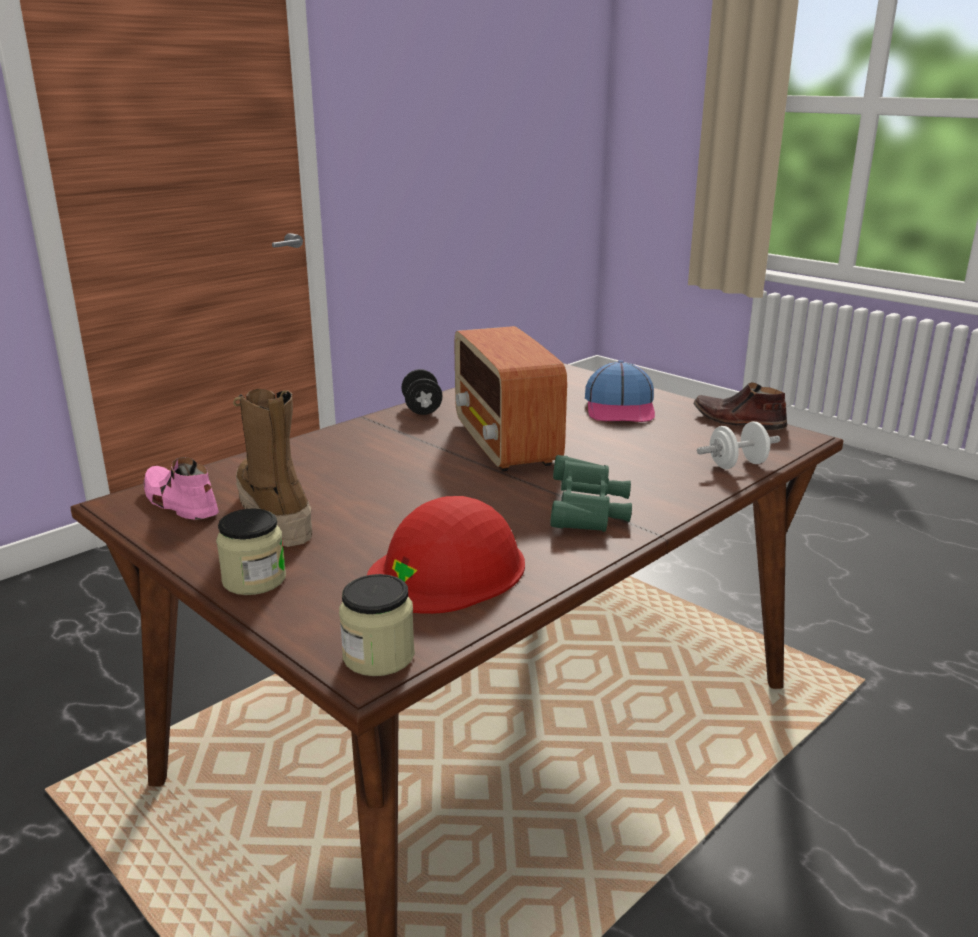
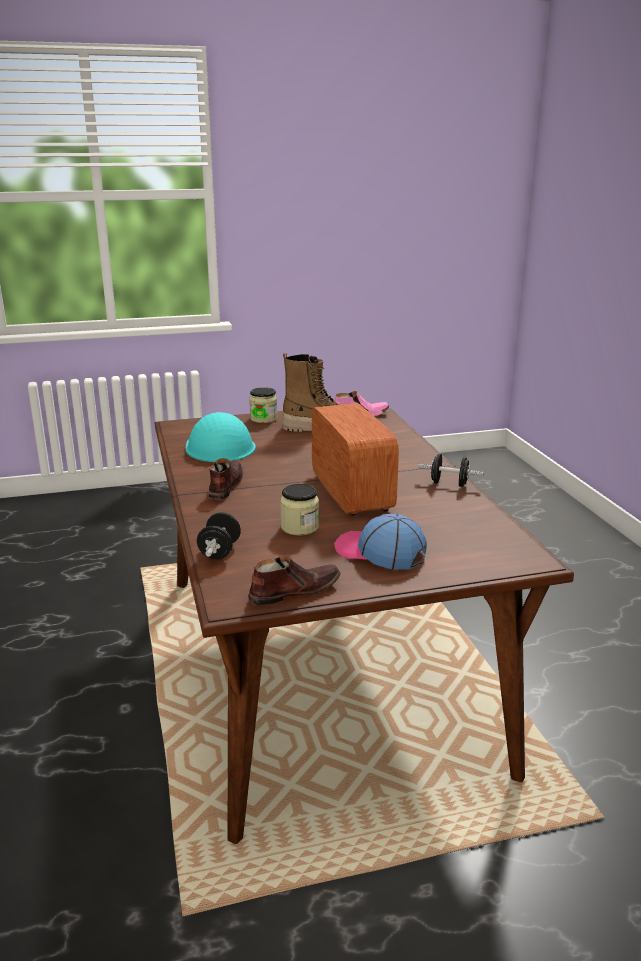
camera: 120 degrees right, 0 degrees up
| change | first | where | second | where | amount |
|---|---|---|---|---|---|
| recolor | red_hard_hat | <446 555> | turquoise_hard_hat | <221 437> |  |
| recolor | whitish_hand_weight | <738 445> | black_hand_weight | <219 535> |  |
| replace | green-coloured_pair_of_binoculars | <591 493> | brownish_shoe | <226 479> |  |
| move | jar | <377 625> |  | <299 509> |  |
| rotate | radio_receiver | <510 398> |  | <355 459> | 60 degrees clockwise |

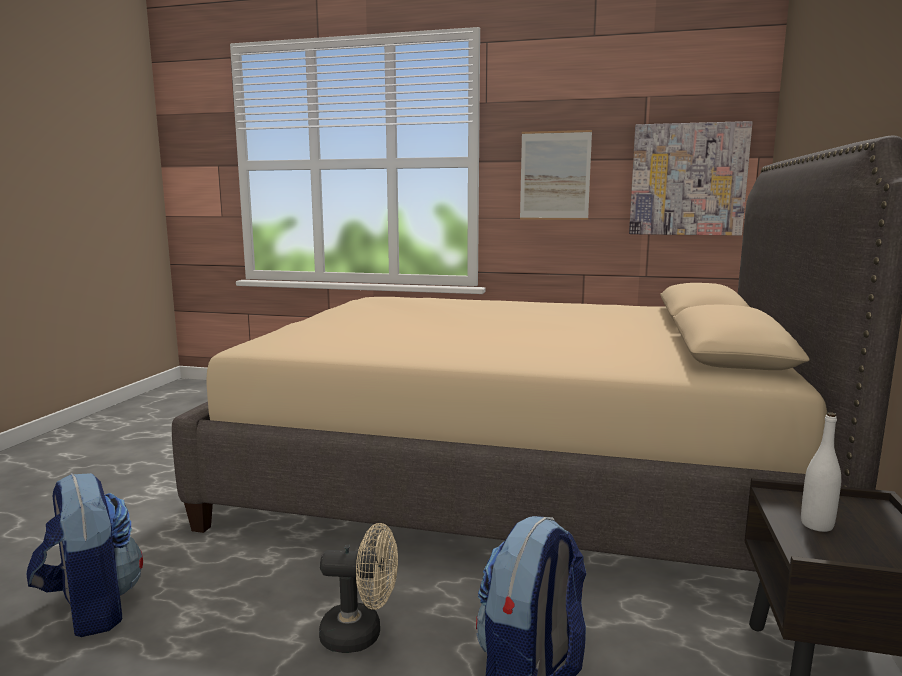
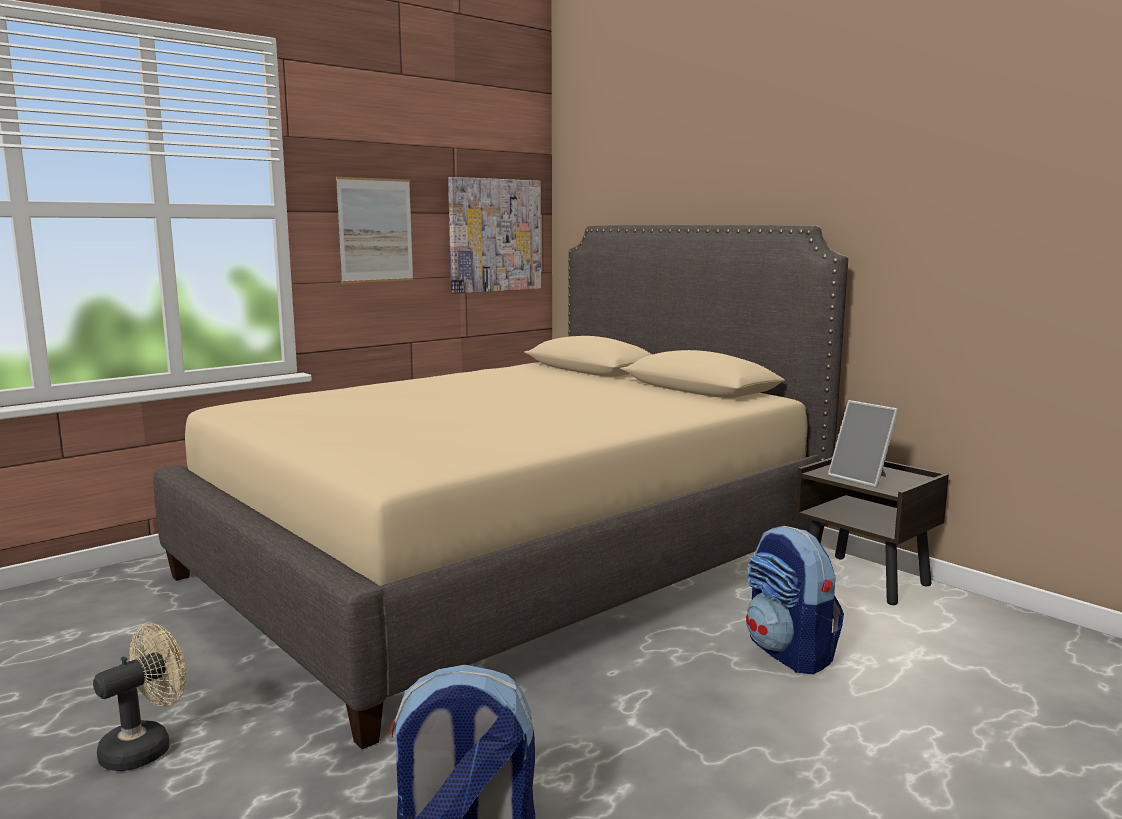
camera: 55 degrees left, 0 degrees up
| change | first | where | second | where | amount |
|---|---|---|---|---|---|
| move | sand-coloured_electric_fan | <358 588> |  | <139 697> |  |
| replace | whitish_drink_bottle | <821 472> | picture_frame | <863 444> |  |

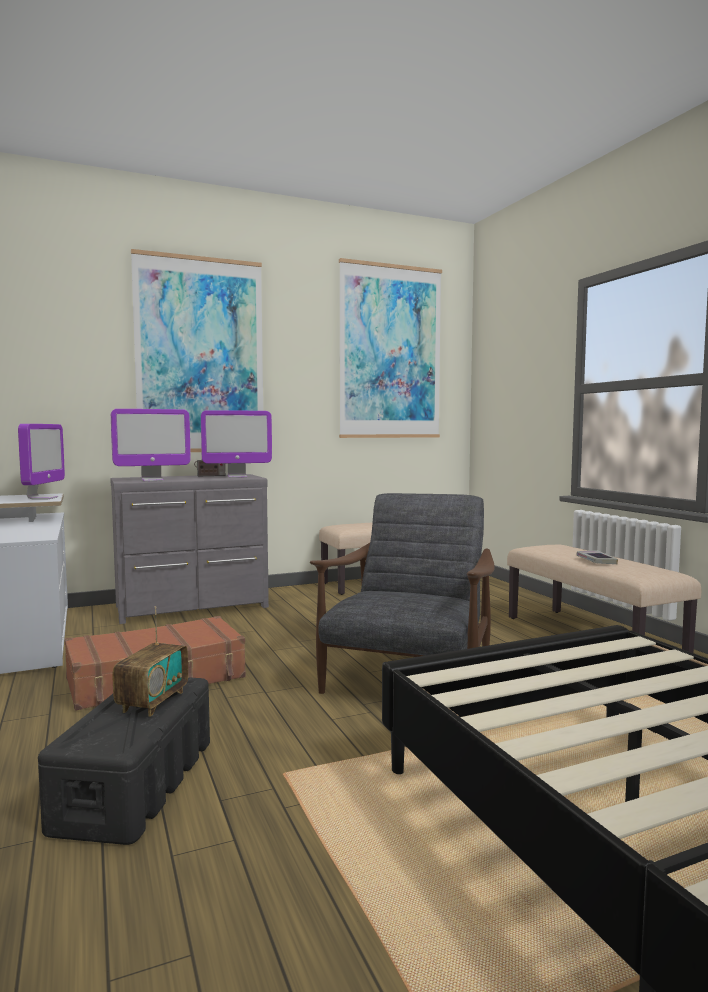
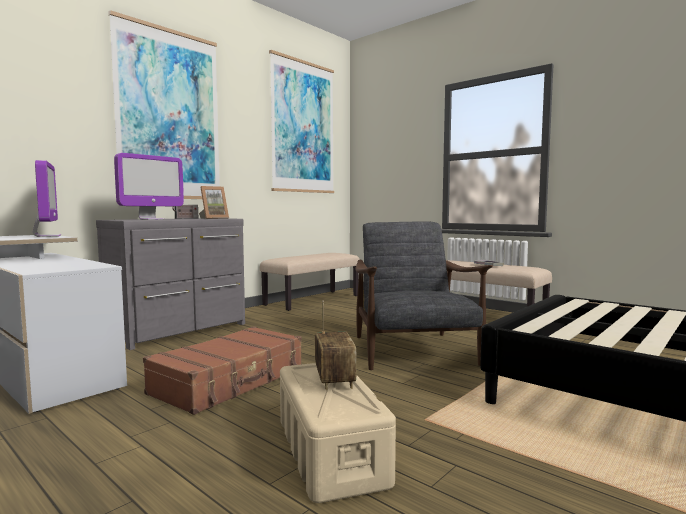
camera: 25 degrees left, 0 degrees up
| change | first | where | second | where | amount |
|---|---|---|---|---|---|
| replace | computer_screen | <236 444> | picture_frame | <214 202> |  |
| recolor | black_storage_box | <124 761> | sand-coloured_storage_box | <338 433> |  |

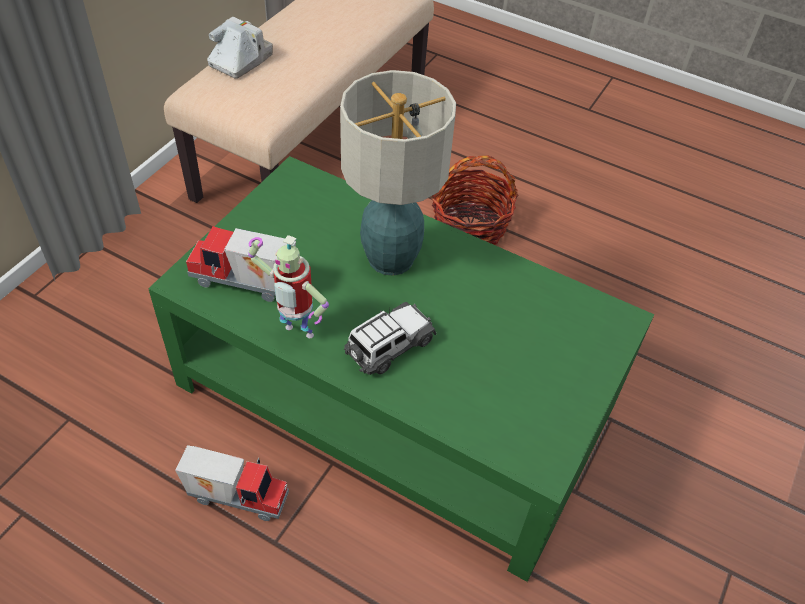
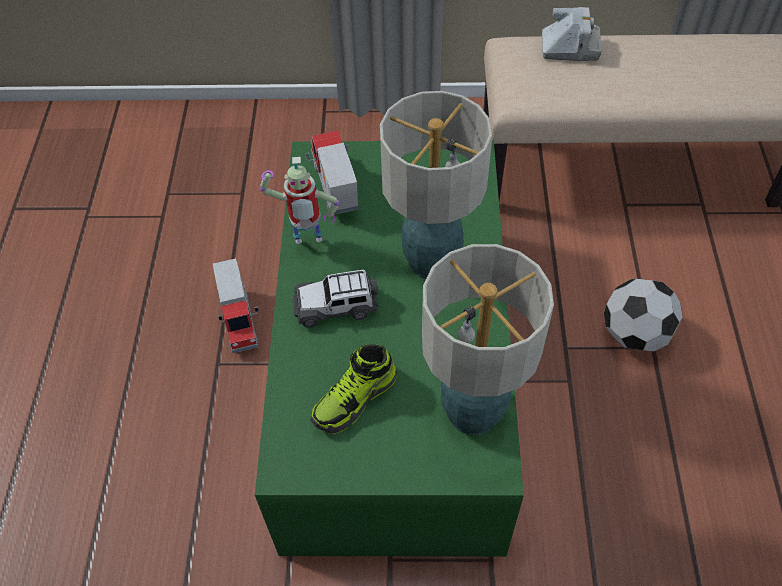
camera: 65 degrees right, 5 degrees up
| change | first | where | second | where | amount |
|---|---|---|---|---|---|
| rotate | toy_robot | <288 286> |  | <300 200> | 90 degrees counterclockwise |
| rotate | model_car | <390 338> |  | <335 298> | 150 degrees clockwise |
| insert |  |  | shoe | <353 389> |  |
| insert |  |  | table_lamp | <488 339> |  |
| replace | storage_basket | <474 200> | ball_for_football | <643 315> |  |

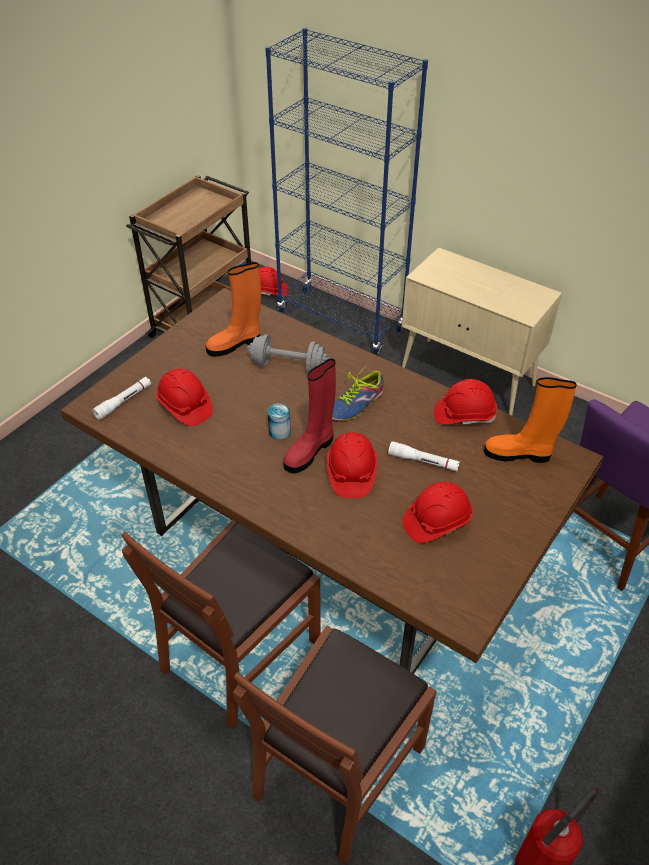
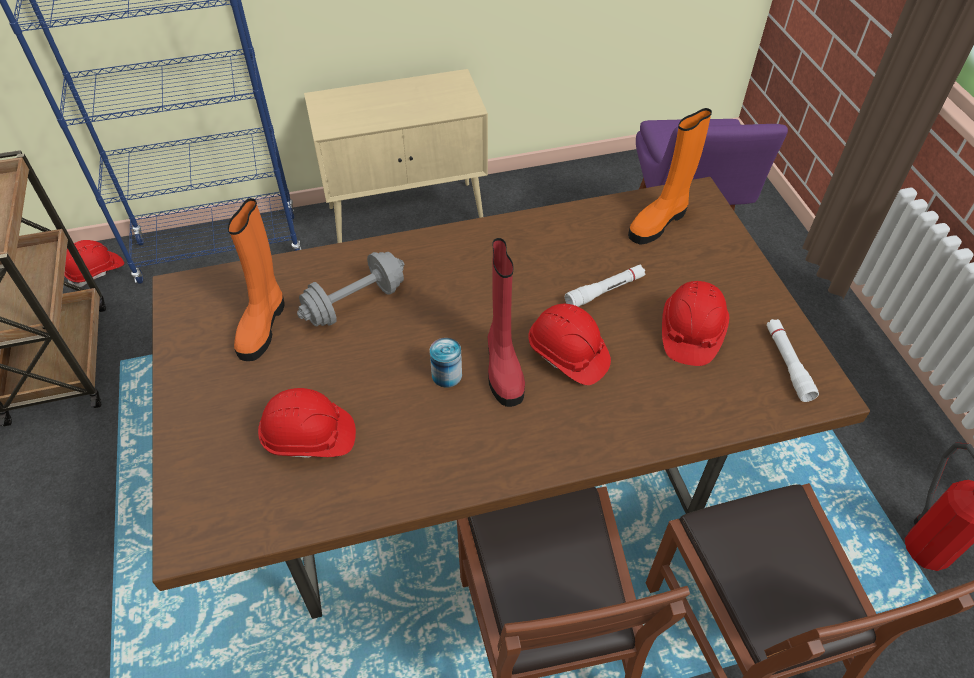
camera: 50 degrees left, 5 degrees up
| change | first | where | second | where | amount |
|---|---|---|---|---|---|
| move | whitish_torch | <121 398> |  | <793 360> |  |
| delete | shoe | <358 393> |  |  |  |
| delete | red_hard_hat | <465 402> |  |  |  |

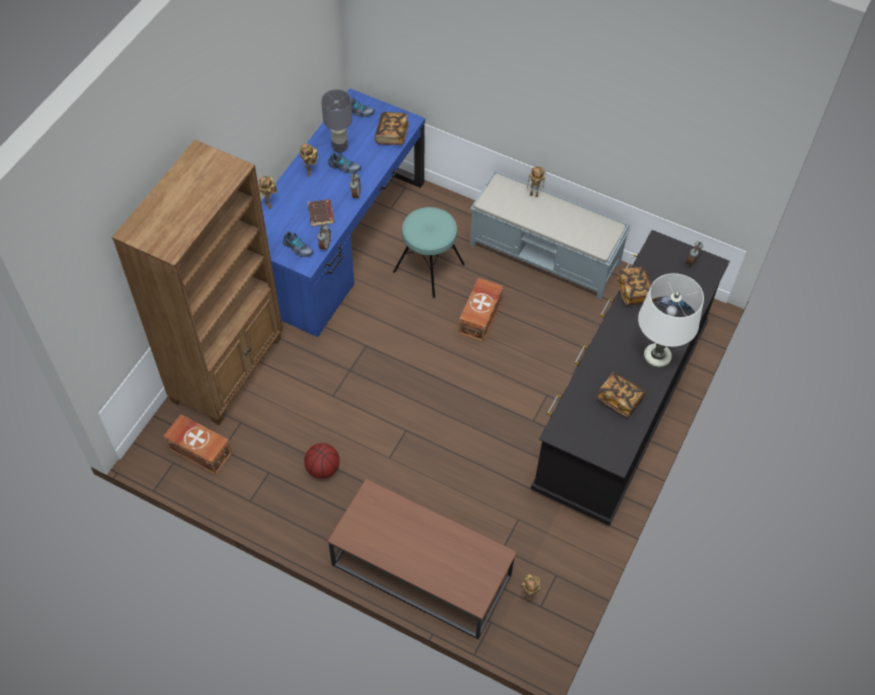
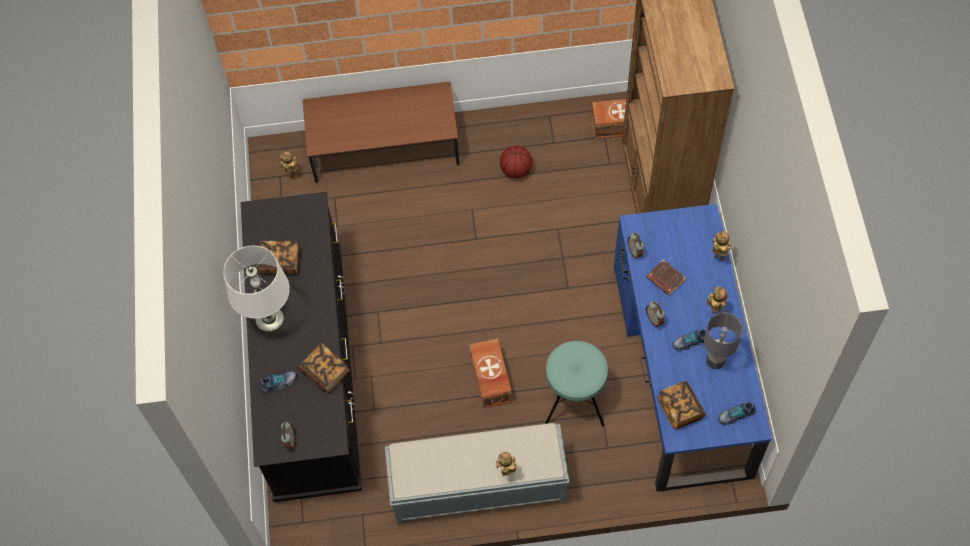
camera: 150 degrees right, 5 degrees up
| change | first | where | second | where | amount |
|---|---|---|---|---|---|
| delete | shoe | <298 244> |  |  |  |

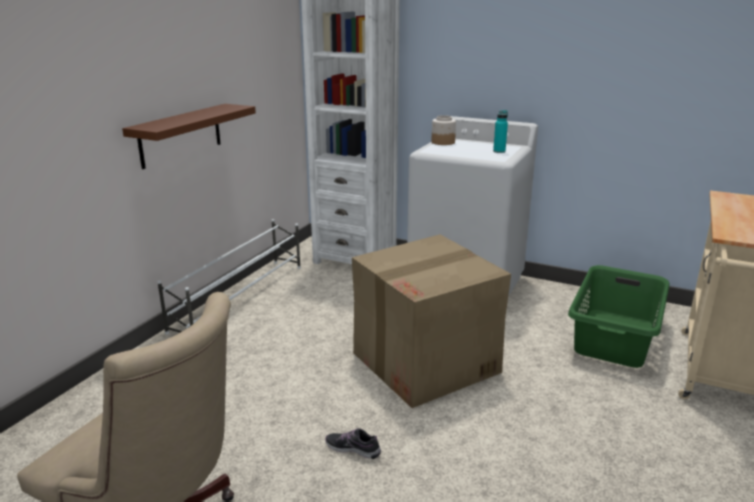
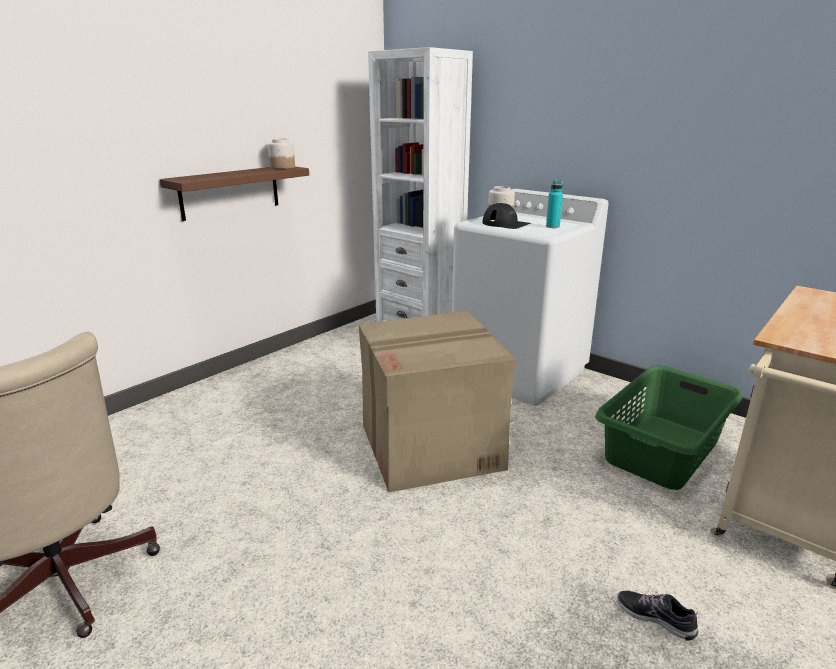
camera: 15 degrees right, 0 degrees up
| change | first | where | second | where | amount |
|---|---|---|---|---|---|
| insert |  |  | jar | <281 154> |  |
| insert |  |  | black_peaked_cap | <507 216> |  |
| move | shoe | <353 443> |  | <657 616> |  |
| delete | whitish_shoe_rack | <229 277> |  |  |  |

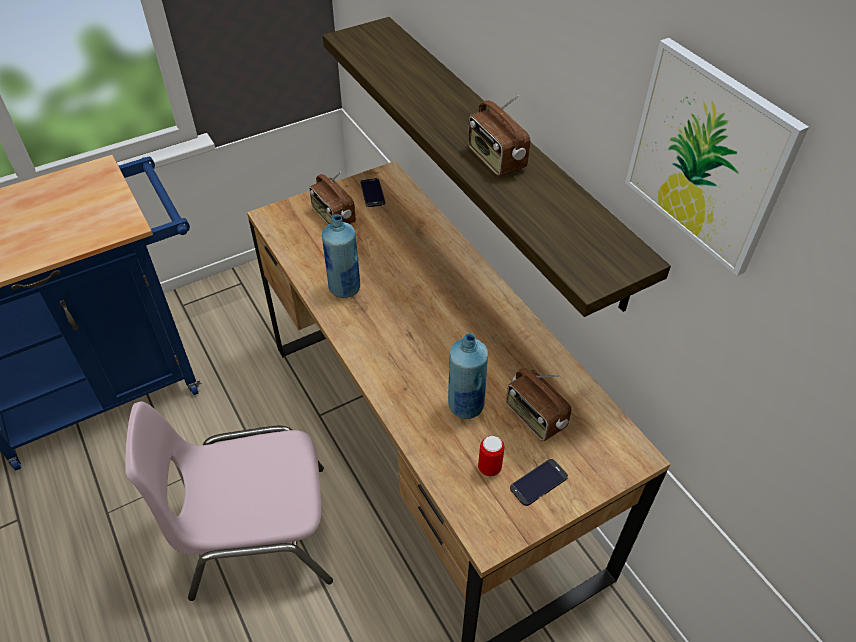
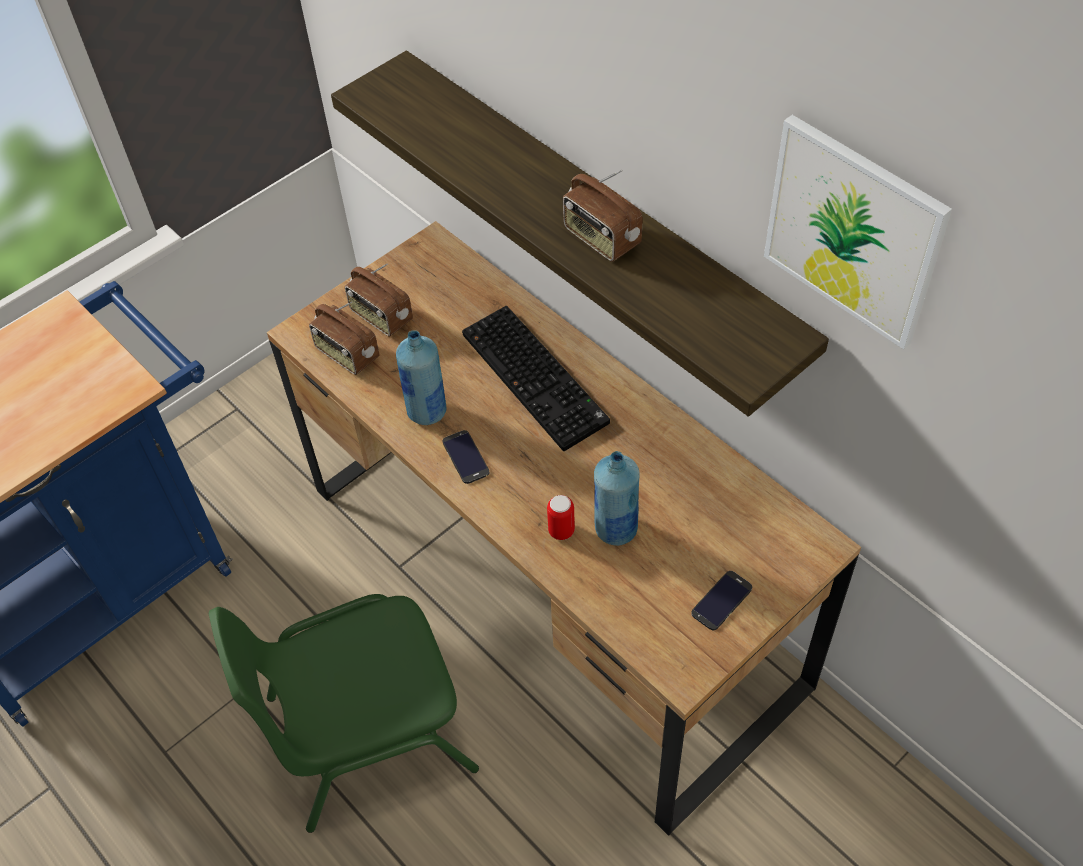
camera: 10 degrees left, 5 degrees up
| change | first | where | second | where | amount |
|---|---|---|---|---|---|
| recolor | pink-coloured_plain_chair | <229 501> | green-coloured_plain_chair | <344 713> |  |
| move | radio_receiver | <538 404> |  | <344 338> |  |
| move | handset | <372 192> |  | <466 457> |  |
| insert |  |  | computer_keyboard | <536 378> |  |
| move | sealed_can | <491 456> |  | <561 517> |  |

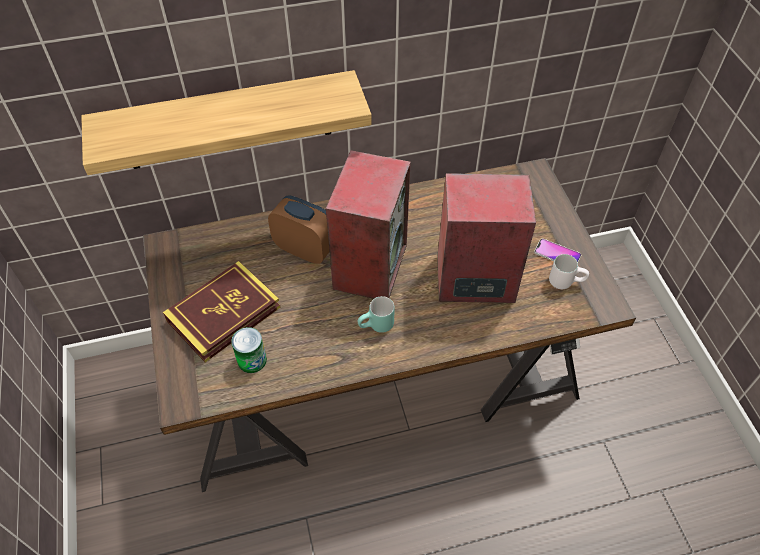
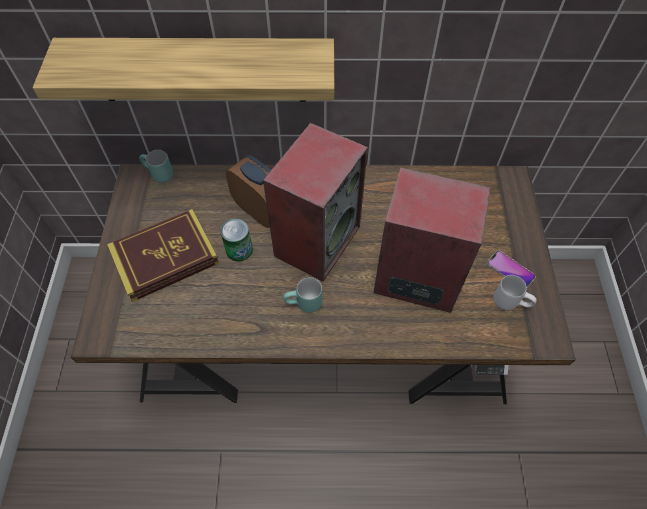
camera: 15 degrees right, 5 degrees up
| change | first | where | second | where | amount |
|---|---|---|---|---|---|
| insert |  |  | turquoise_mug | <156 166> |  |
| move | sealed_can | <249 350> |  | <237 240> |  |

